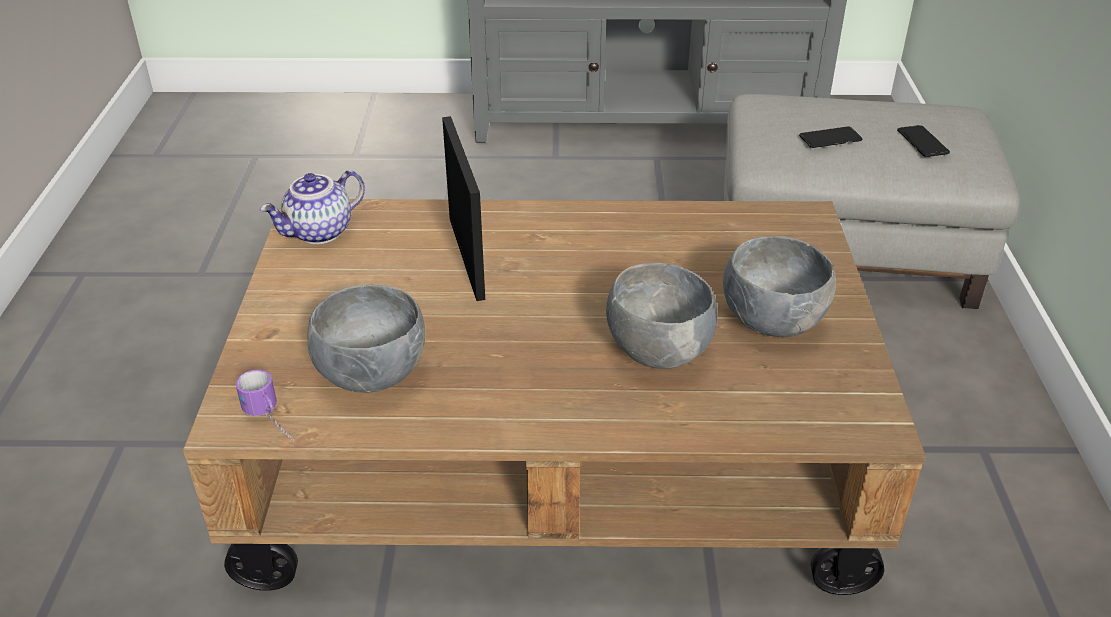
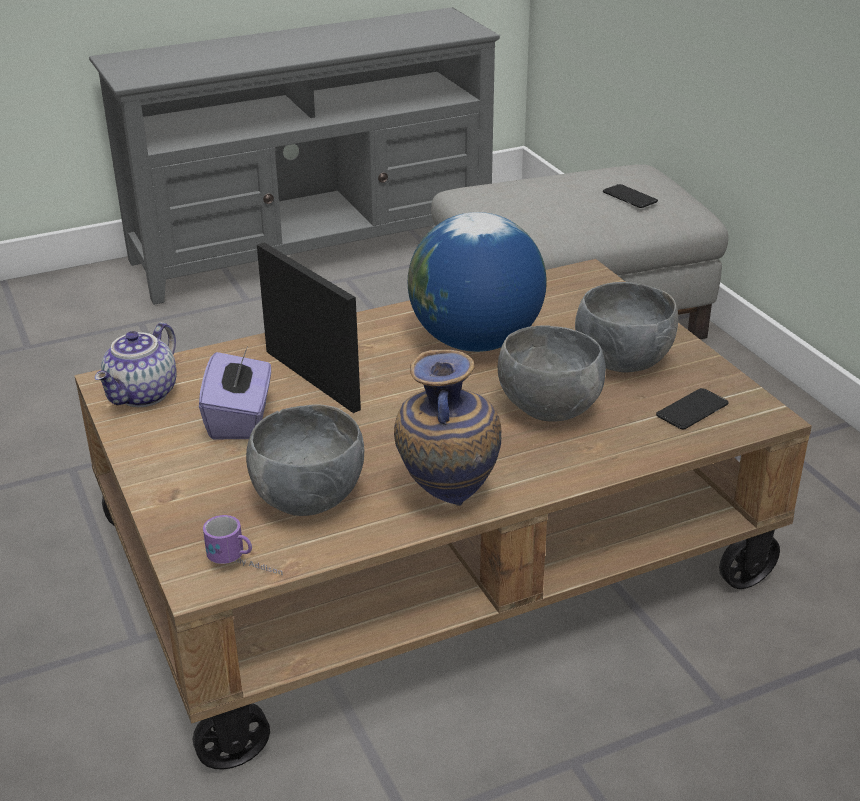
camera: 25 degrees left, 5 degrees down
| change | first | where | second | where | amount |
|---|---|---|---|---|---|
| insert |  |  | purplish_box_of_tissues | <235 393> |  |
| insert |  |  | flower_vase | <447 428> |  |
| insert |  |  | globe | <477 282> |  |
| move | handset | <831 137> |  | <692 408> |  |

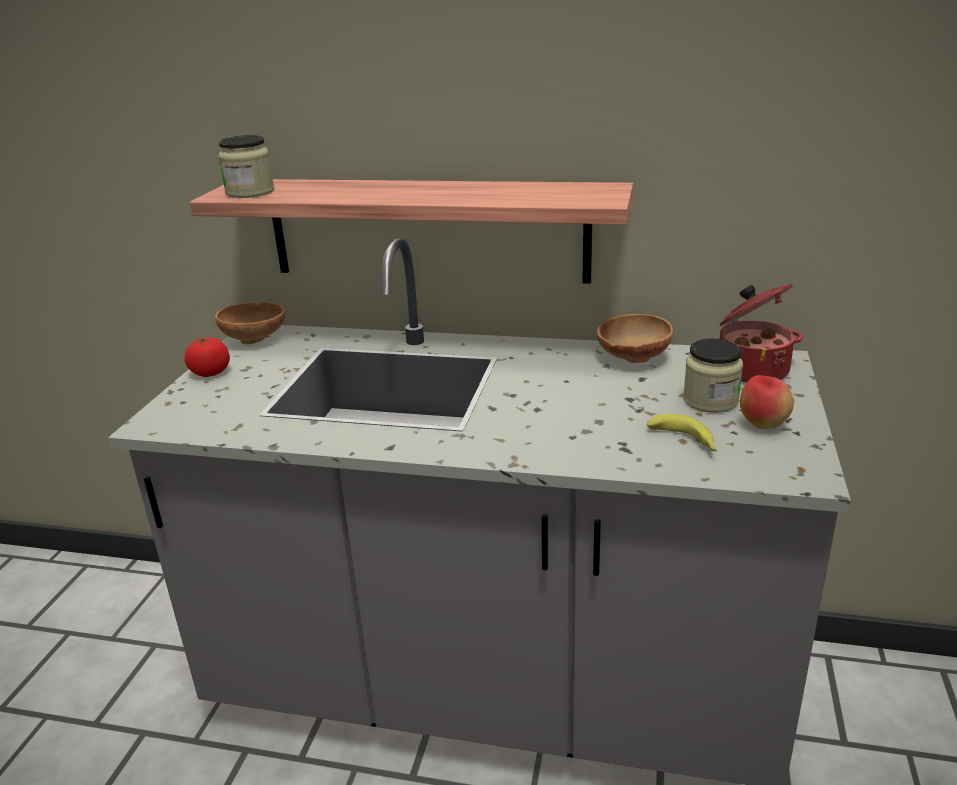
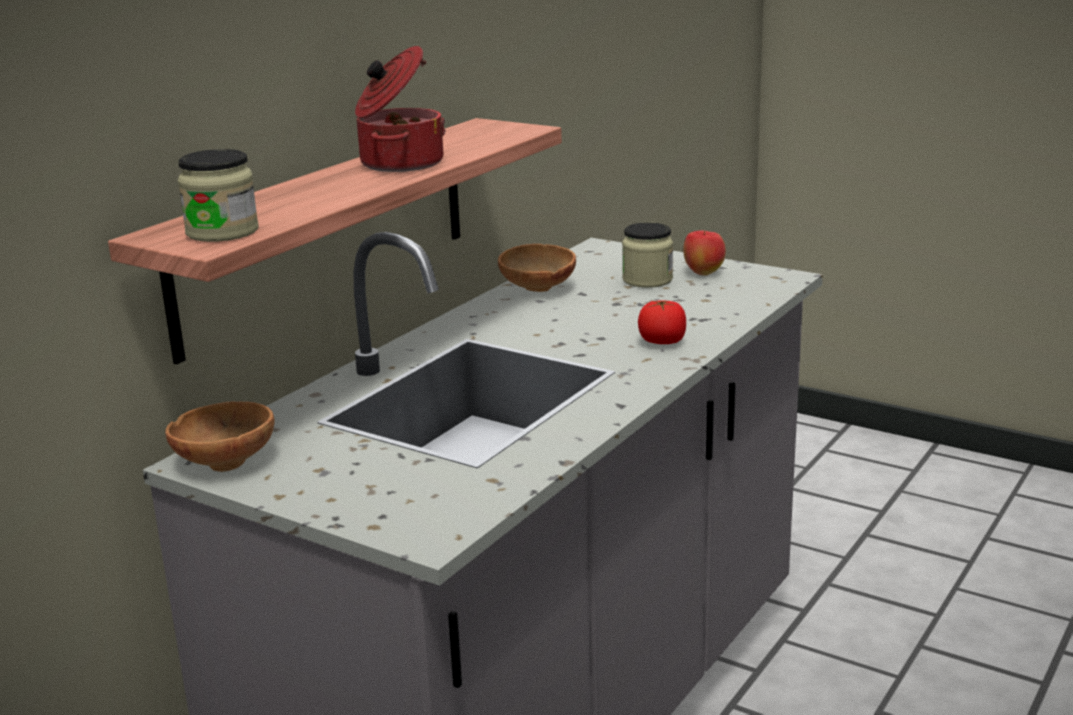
camera: 70 degrees left, 5 degrees down
| change | first | where | second | where | amount |
|---|---|---|---|---|---|
| move | stockpot | <761 333> |  | <400 109> |  |
| move | tomato | <207 357> |  | <662 322> |  |
| delete | banana | <682 433> |  |  |  |

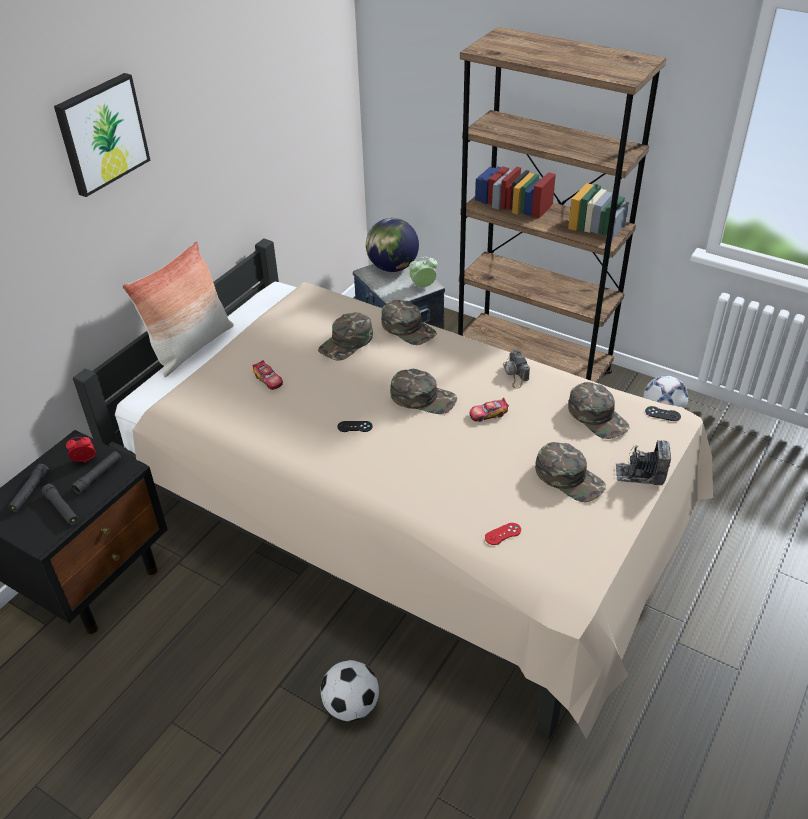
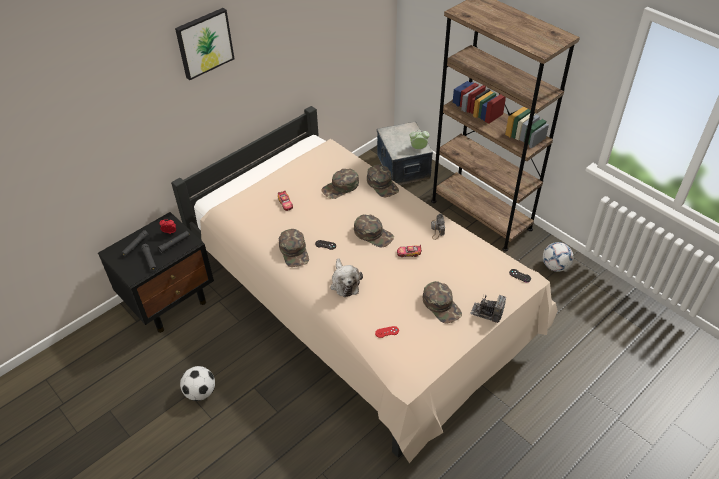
camera: 15 degrees right, 5 degrees up
| change | first | where | second | where | amount |
|---|---|---|---|---|---|
| move | ball_for_football | <349 690> |  | <197 383> |  |
| move | green-coloured_peaked_cap | <599 410> |  | <294 248> |  |
| insert |  |  | soft_toy | <346 277> |  |
| delete | pillow | <178 309> |  |  |  |
| delete | globe | <392 245> |  |  |  |

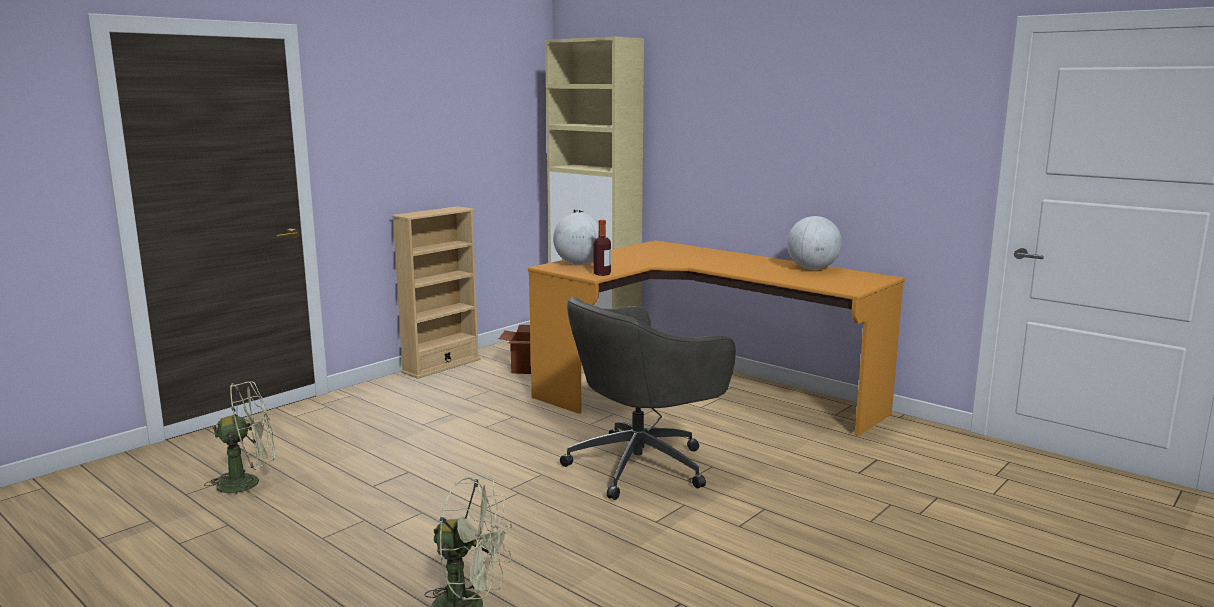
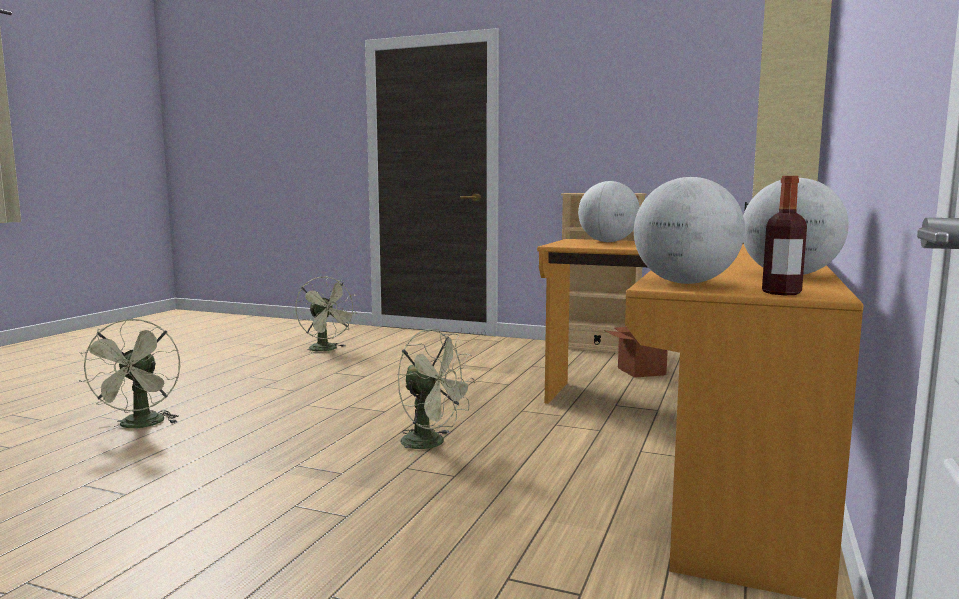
camera: 70 degrees right, 5 degrees down
| change | first | where | second | where | amount |
|---|---|---|---|---|---|
| replace | grey_office_chair | <648 398> | green-coloured_electric_fan | <436 393> |  |
| insert |  |  | globe | <689 230> |  |
| move | drink_bottle | <602 248> |  | <784 235> |  |

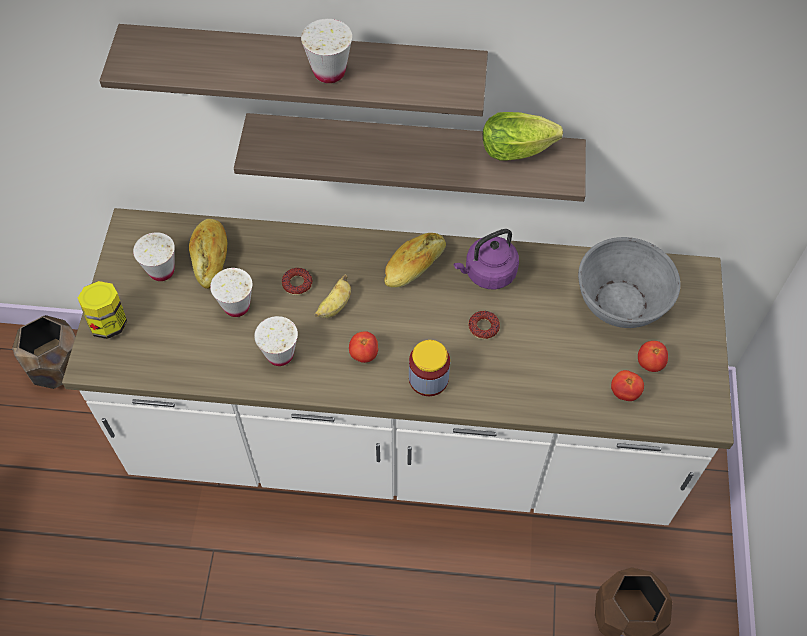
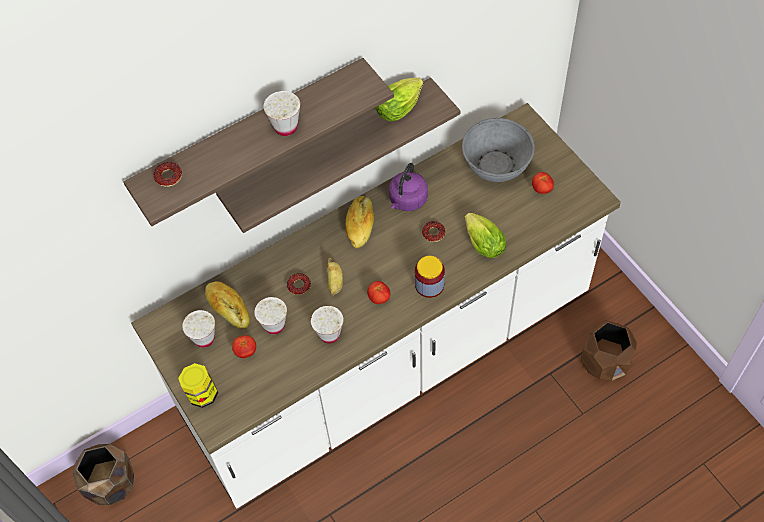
camera: 35 degrees left, 0 degrees up
| change | first | where | second | where | amount |
|---|---|---|---|---|---|
| insert |  |  | ring_doughnut | <168 174> |  |
| move | tomato | <627 385> |  | <244 346> |  |
| insert |  |  | lettuce_head | <485 235> |  |

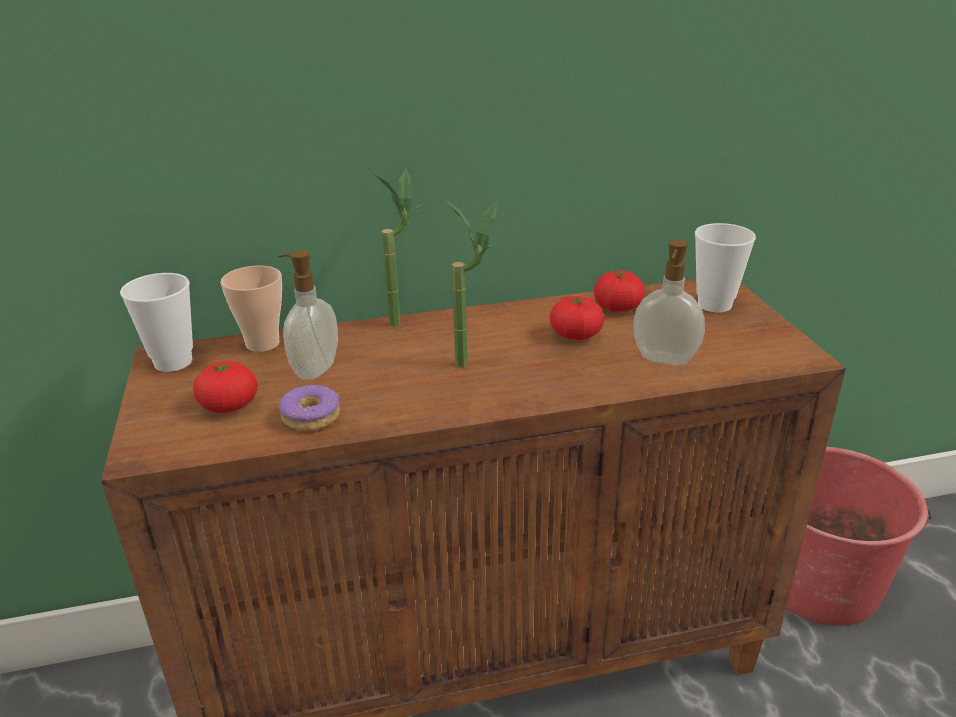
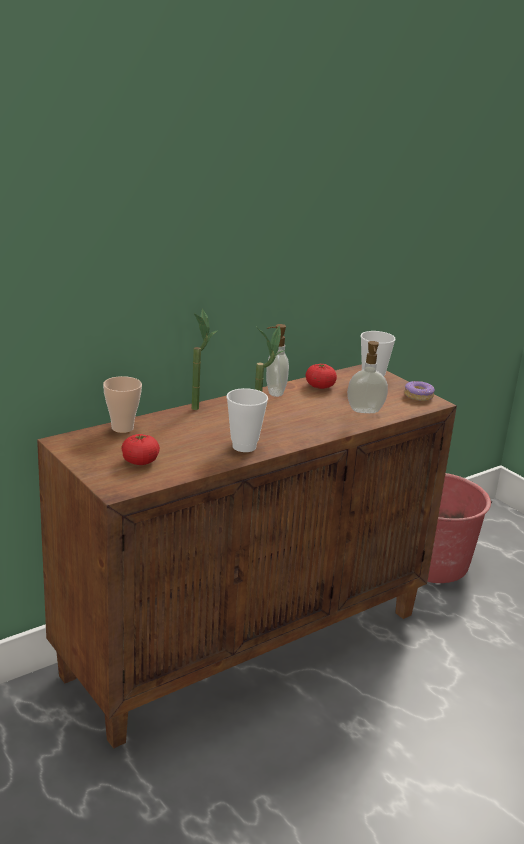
camera: 25 degrees left, 5 degrees down
| change | first | where | second | where | amount |
|---|---|---|---|---|---|
| move | small_cup | <156 322> |  | <247 420> |  |
| move | soap_dispenser | <308 315> |  | <277 360> |  |
| move | ring_doughnut | <309 408> |  | <419 391> |  |
| delete | tomato | <577 318> |  |  |  |

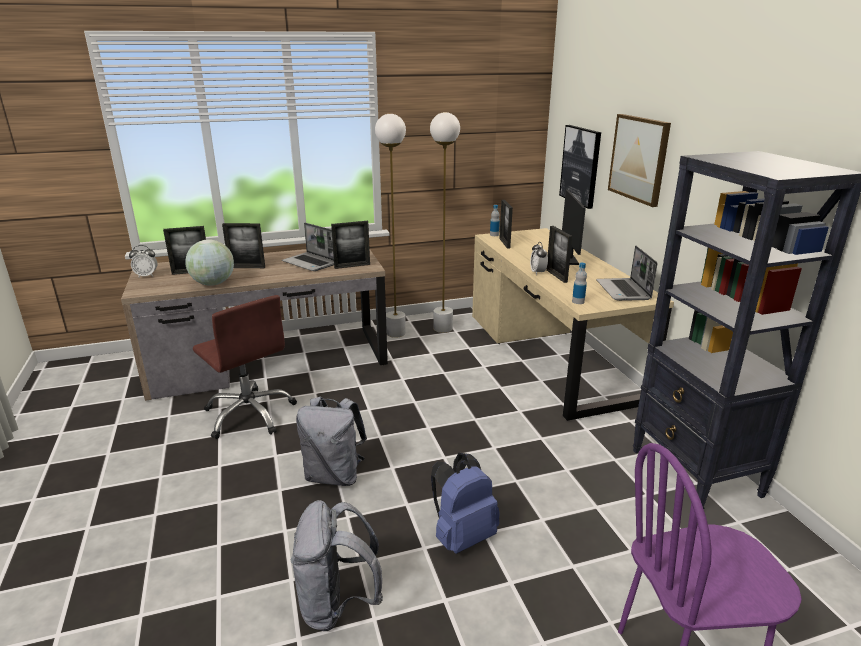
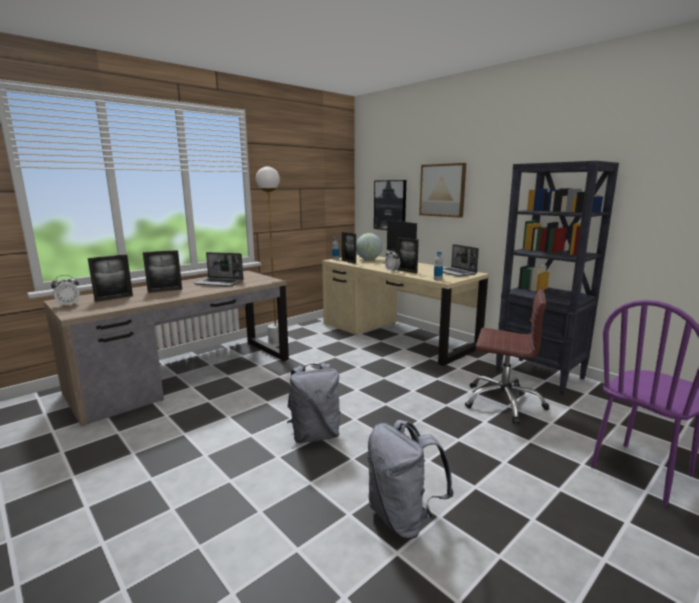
camera: 25 degrees left, 10 degrees down
| change | first | where | second | where | amount |
|---|---|---|---|---|---|
| move | globe | <209 262> |  | <369 246> |  |
| move | brownish_office_chair | <245 367> |  | <507 356> |  |
| delete | picture_frame | <350 245> |  |  |  |
| delete | whitish_standard_lamp | <445 222> |  |  |  |
| delete | blue-coloured_backpack | <465 503> |  |  |  |

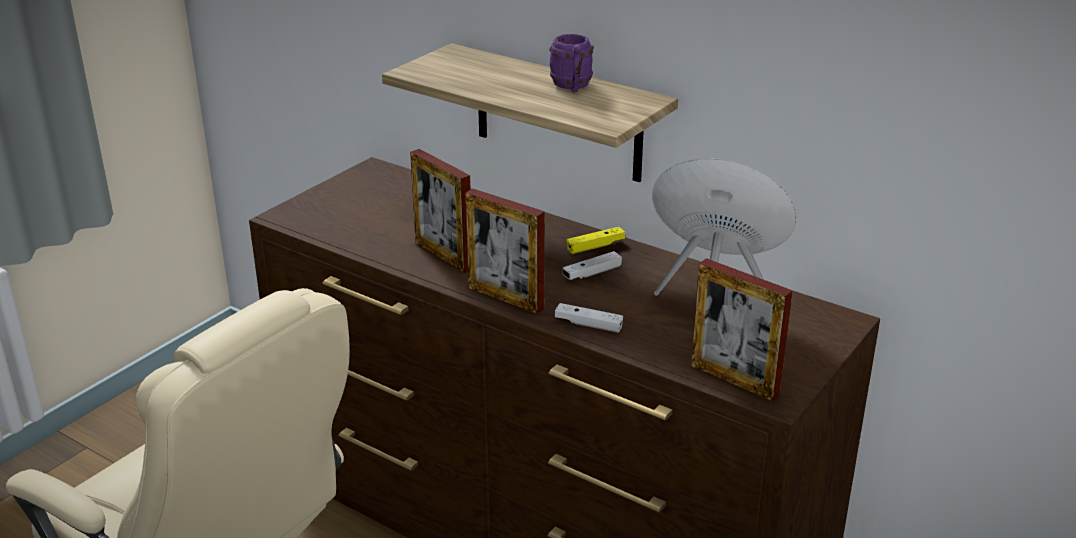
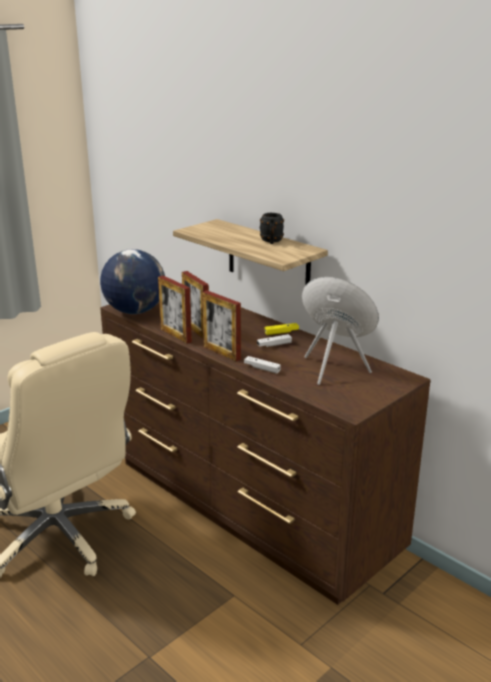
camera: 10 degrees right, 5 degrees down
| change | first | where | second | where | amount |
|---|---|---|---|---|---|
| insert |  |  | globe | <132 281> |  |
| move | picture_frame | <742 330> |  | <175 310> |  |
| recolor | purplish_mug | <571 63> | black_mug | <272 228> |  |

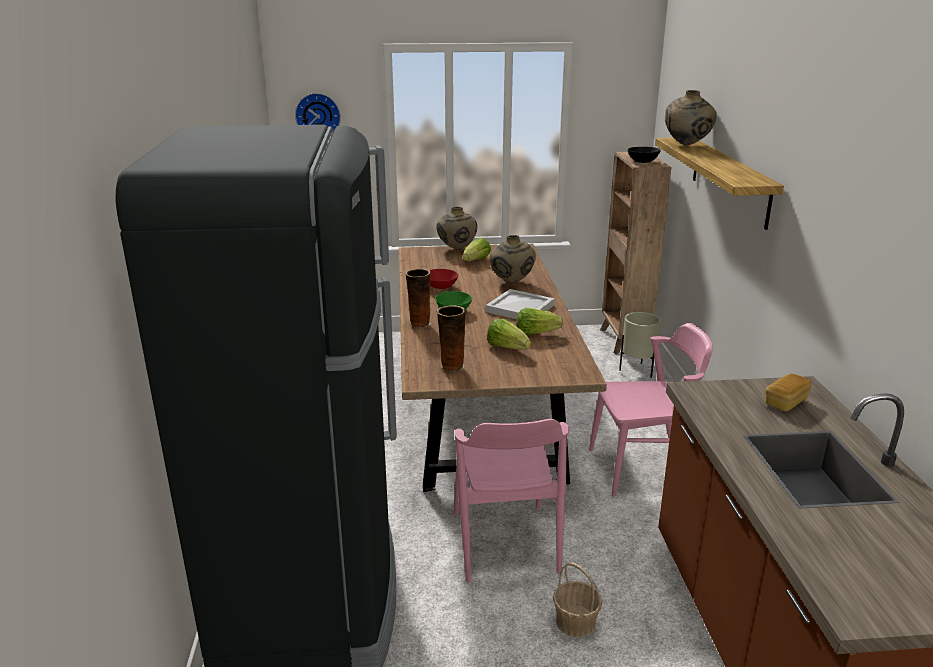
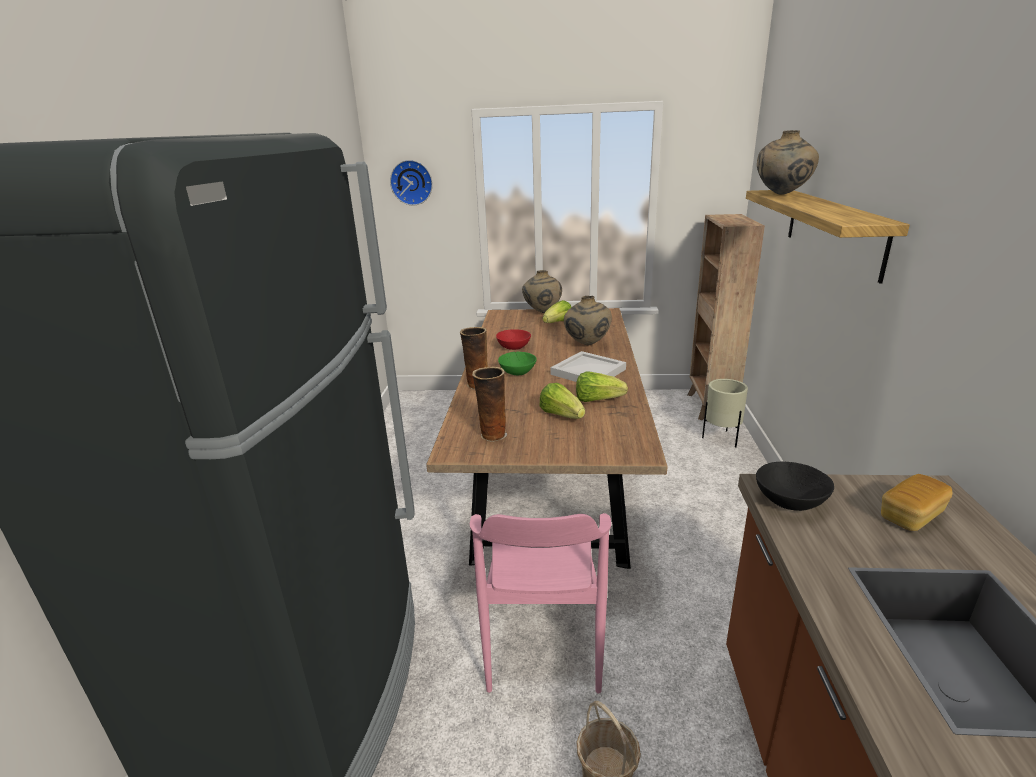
camera: 10 degrees right, 0 degrees up
| change | first | where | second | where | amount |
|---|---|---|---|---|---|
| move | black_deep_dish | <644 155> |  | <795 486> |  |
| delete | pink-coloured_plain_chair | <651 409> |  |  |  |

